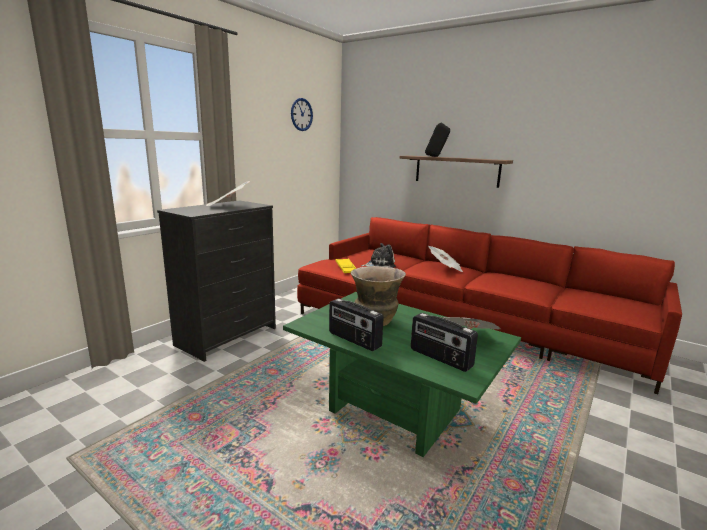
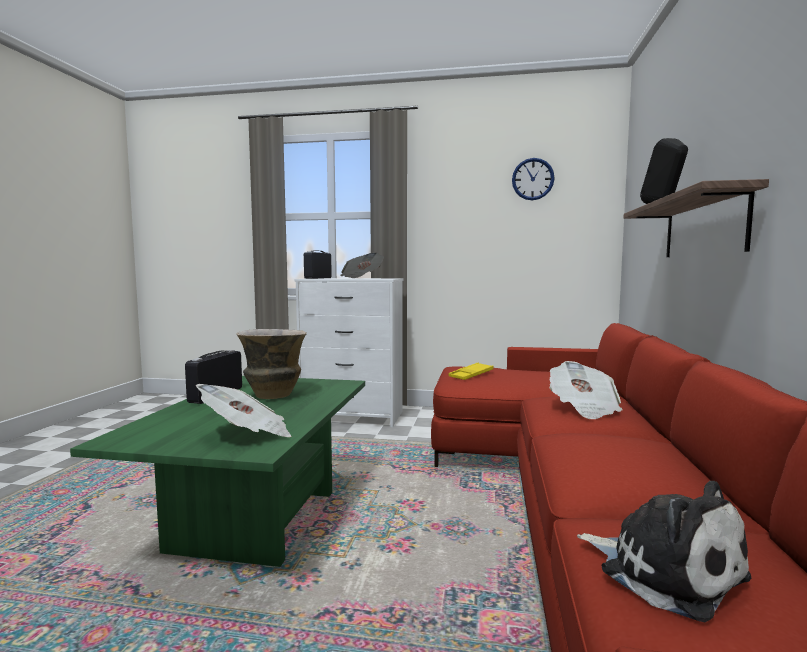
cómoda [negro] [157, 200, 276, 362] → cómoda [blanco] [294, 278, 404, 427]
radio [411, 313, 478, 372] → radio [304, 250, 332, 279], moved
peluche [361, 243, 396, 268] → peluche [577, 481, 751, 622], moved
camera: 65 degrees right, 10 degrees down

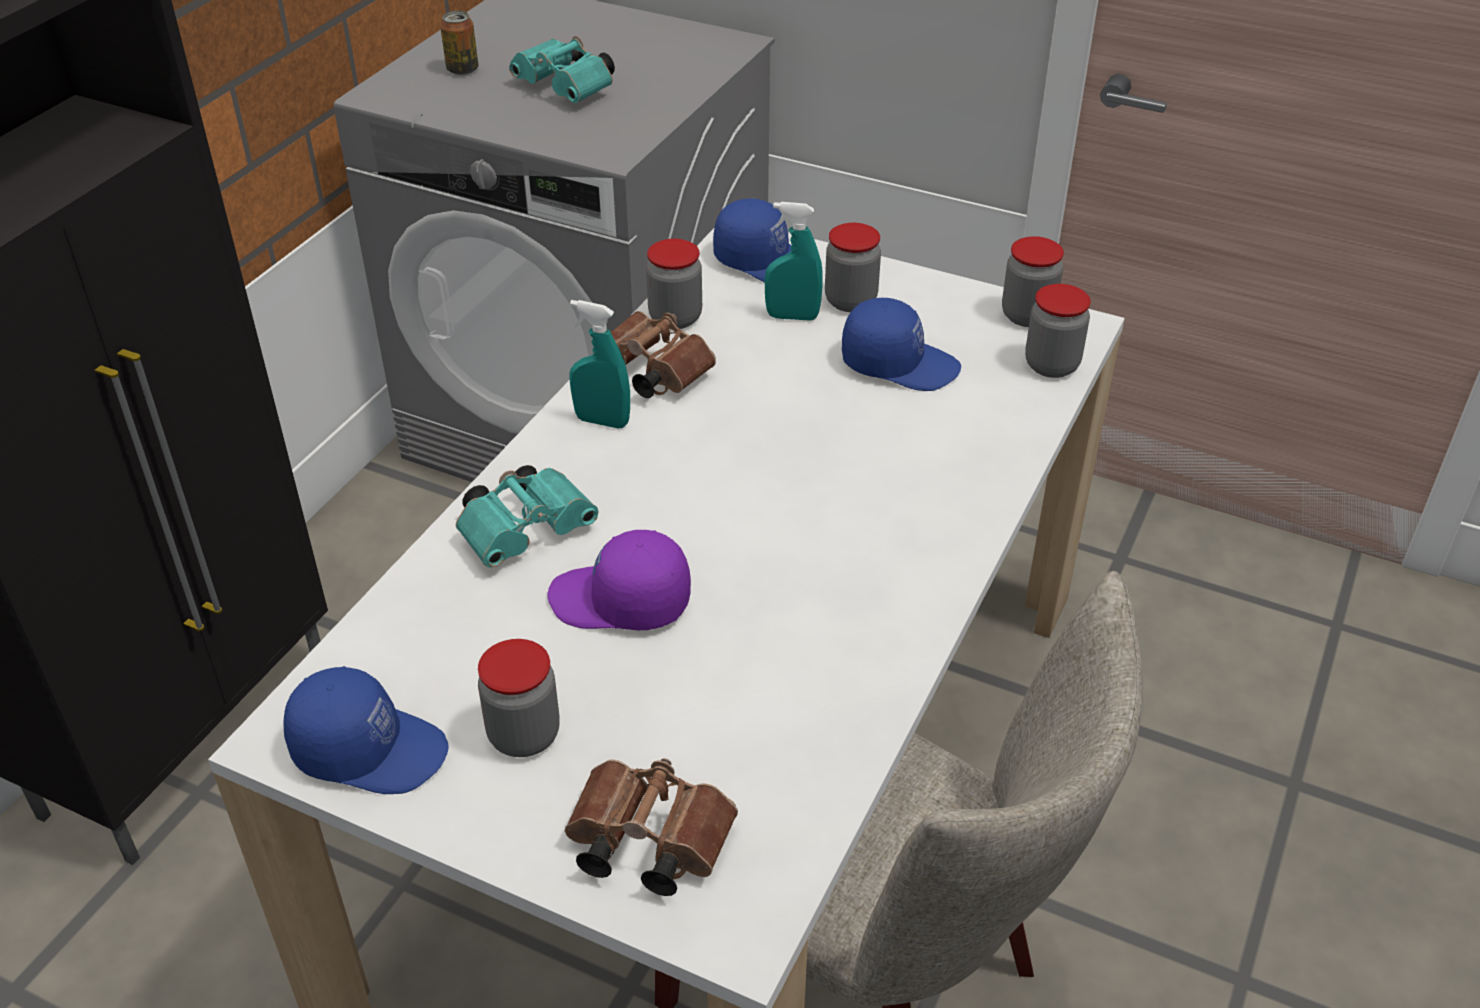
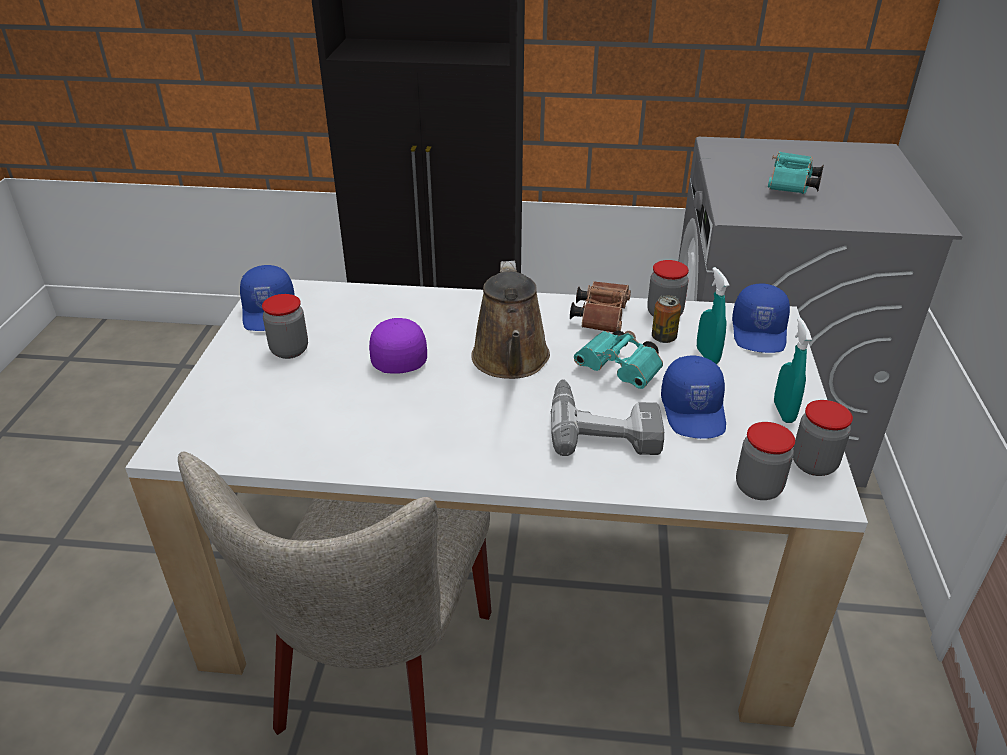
- → regadera [marrón] [471, 261, 550, 379]
- → taladro [551, 379, 664, 456]
prismáticos [turquesa] [456, 465, 599, 568] → prismáticos [turquesa] [574, 330, 663, 389], moved
lata [440, 11, 478, 75] → lata [652, 295, 681, 343], moved
pulverizador [turquesa] [569, 300, 630, 429] → pulverizador [turquesa] [774, 318, 812, 423], moved
prismáticos [marrón] [565, 758, 738, 896] → -
tarro [825, 223, 881, 312] → -
camera: 70 degrees right, 5 degrees down

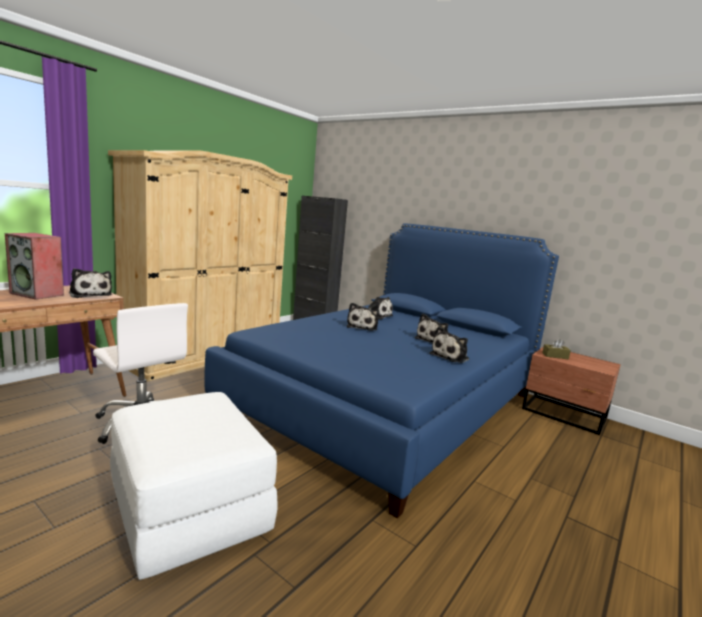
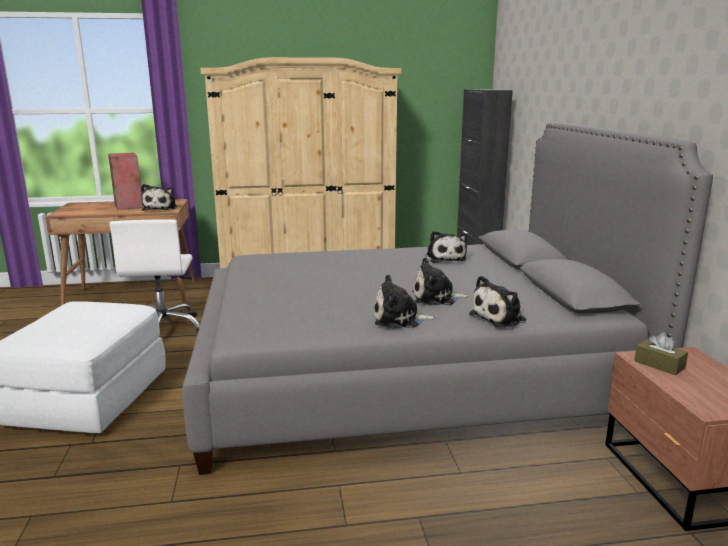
cama [azul] [205, 224, 559, 519] → cama [gris] [182, 122, 713, 475]
peluche [347, 303, 379, 331] → peluche [469, 276, 526, 328], moved
camera: 45 degrees right, 5 degrees up

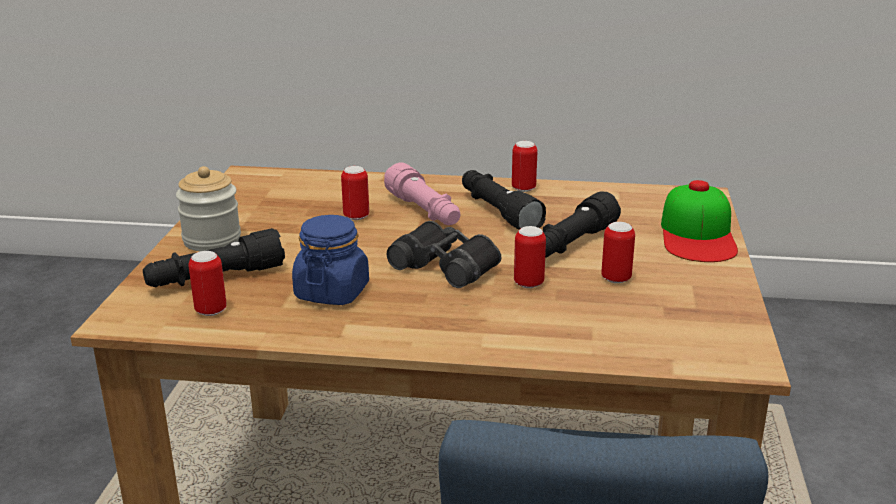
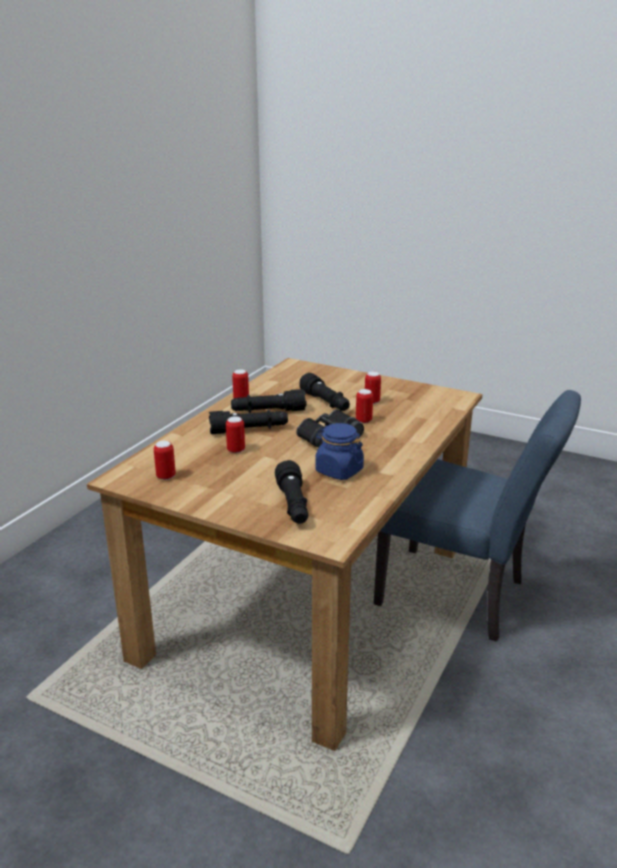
lata [188, 251, 227, 316] → lata [154, 441, 176, 480], moved
linterna [rosa] [384, 162, 460, 225] → linterna [negro] [209, 409, 288, 434]
tarro [176, 166, 241, 251] → -
gorra [661, 180, 738, 262] → -
camera: 70 degrees left, 0 degrees up

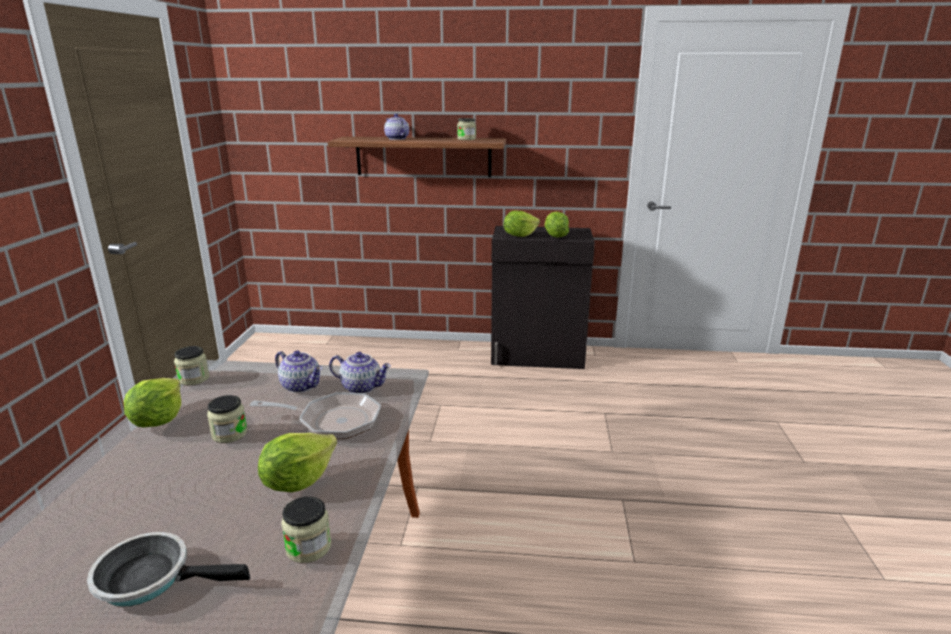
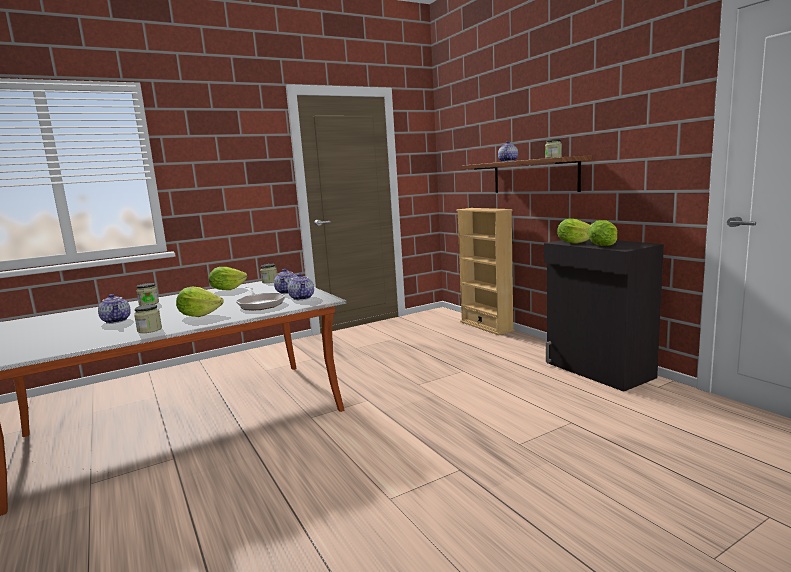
sartén [87, 532, 250, 607] → tetera [98, 294, 131, 324]
tarro [207, 395, 248, 443] → tarro [136, 283, 159, 306], moved
- → estantería [beis] [456, 208, 514, 335]
camera: 55 degrees right, 10 degrees down

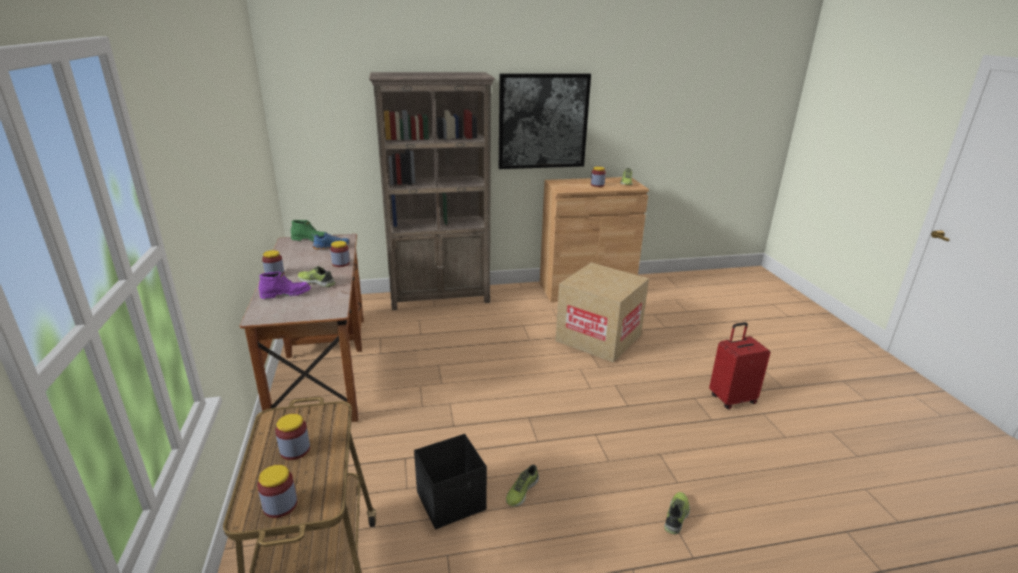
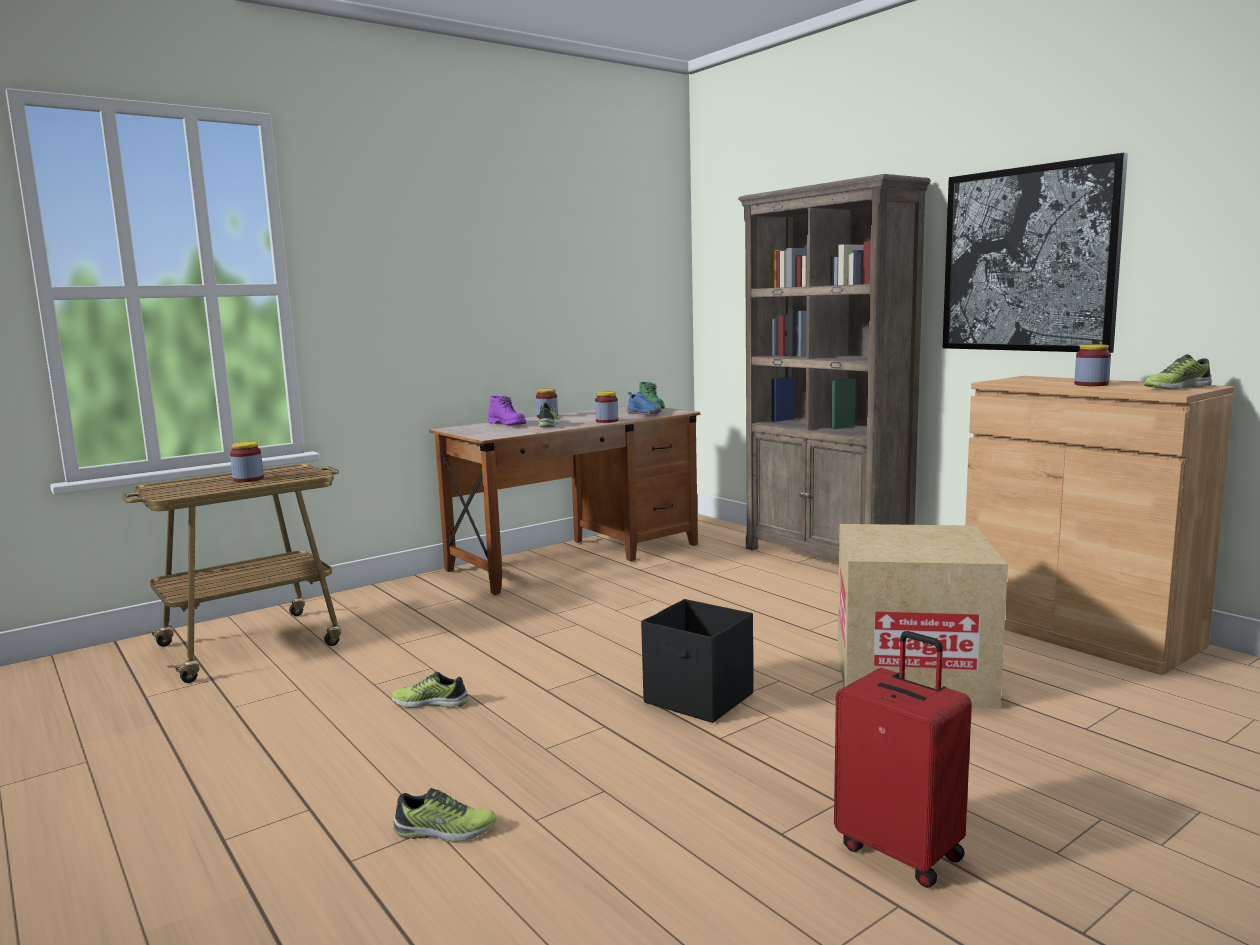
caja de almacenaje [negro] [414, 434, 487, 529] → caja de almacenaje [negro] [641, 599, 753, 723], moved
tarro [257, 465, 297, 518] → -
camera: 65 degrees right, 15 degrees down

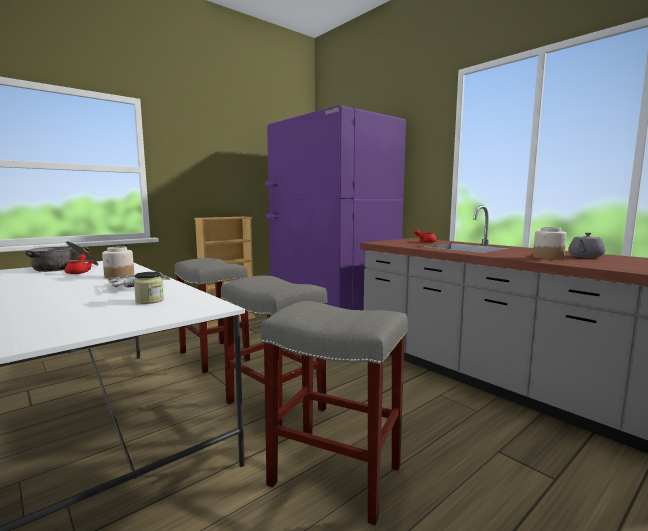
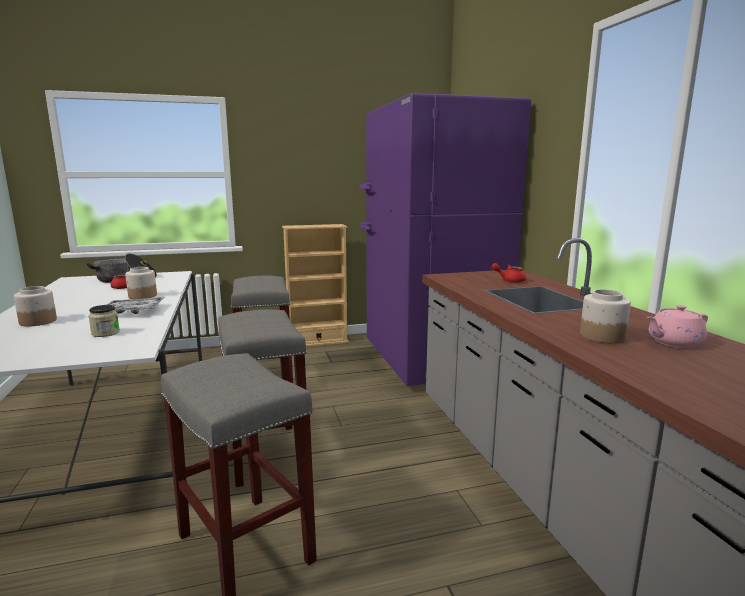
- → tarro [14, 286, 57, 327]
tetera [gris] [568, 233, 605, 258] → tetera [rosa] [647, 305, 708, 348]
camera: 25 degrees right, 5 degrees up

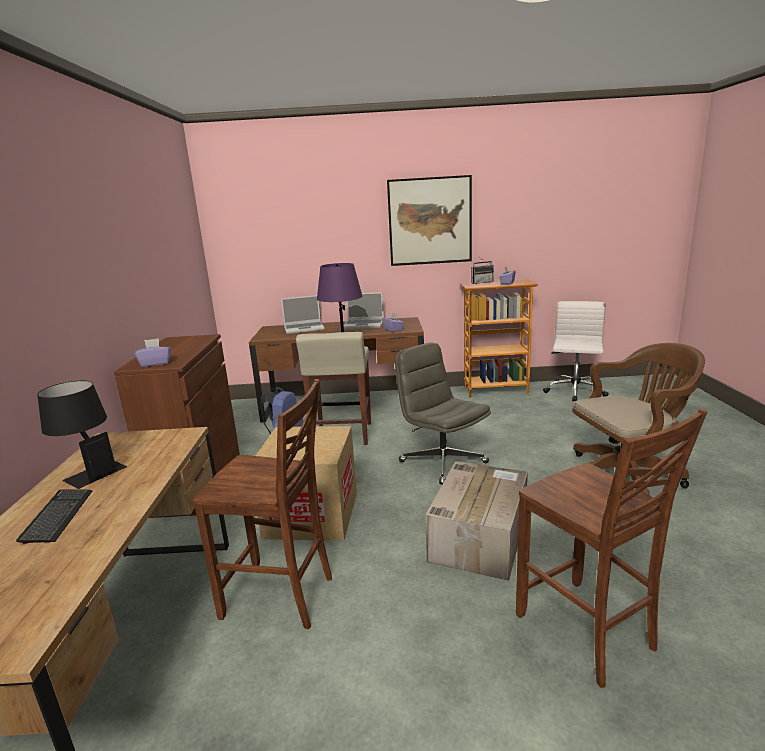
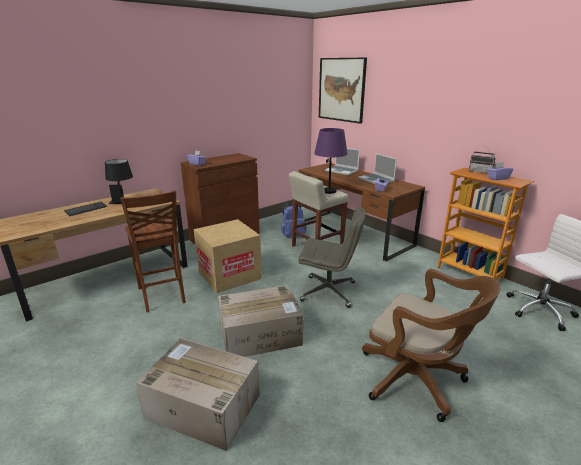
silla [marrón] [516, 409, 708, 688] → caja de cartón [136, 338, 260, 451]
silla de oficina [gris] [395, 343, 491, 485] → silla de oficina [gris] [298, 208, 365, 308], 90 degrees clockwise
cuadro [387, 175, 472, 266] → cuadro [319, 58, 367, 124], moved
camera: 50 degrees right, 5 degrees up

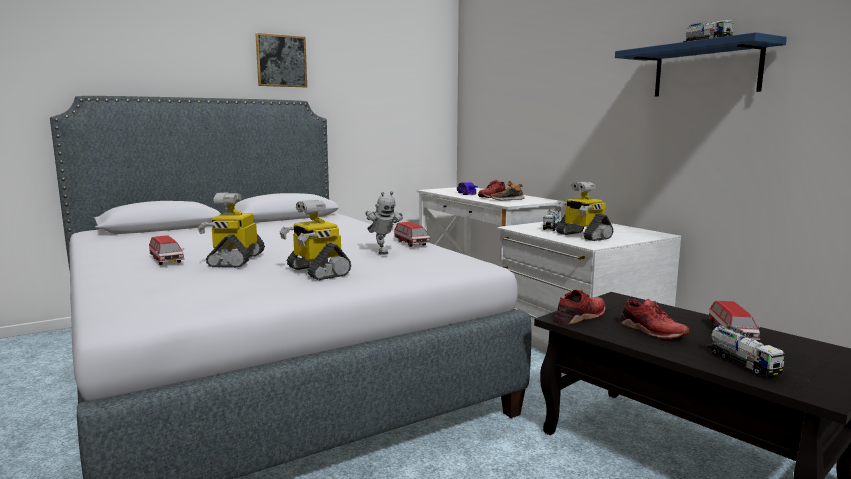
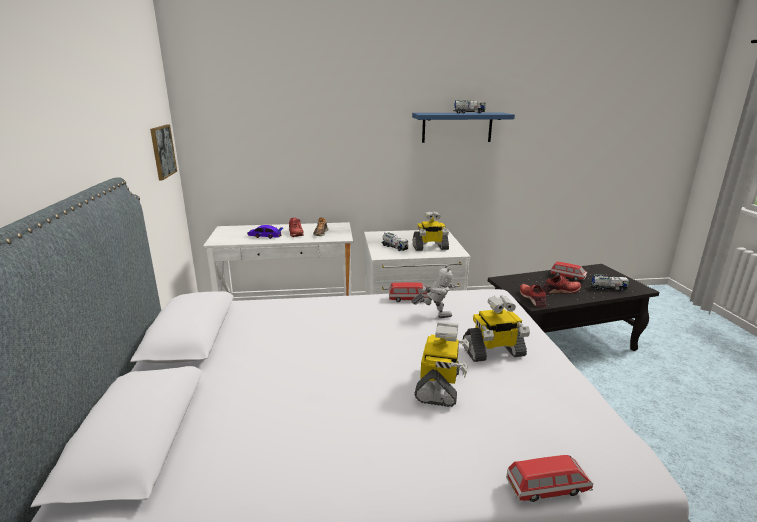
cuadro [255, 33, 307, 87] → cuadro [150, 124, 177, 180], moved
robot de juguete [198, 193, 265, 268] → robot de juguete [414, 322, 469, 407], 105 degrees counterclockwise
coche de juguete [149, 235, 185, 265] → coche de juguete [506, 455, 593, 502], moved
camera: 65 degrees left, 10 degrees up

